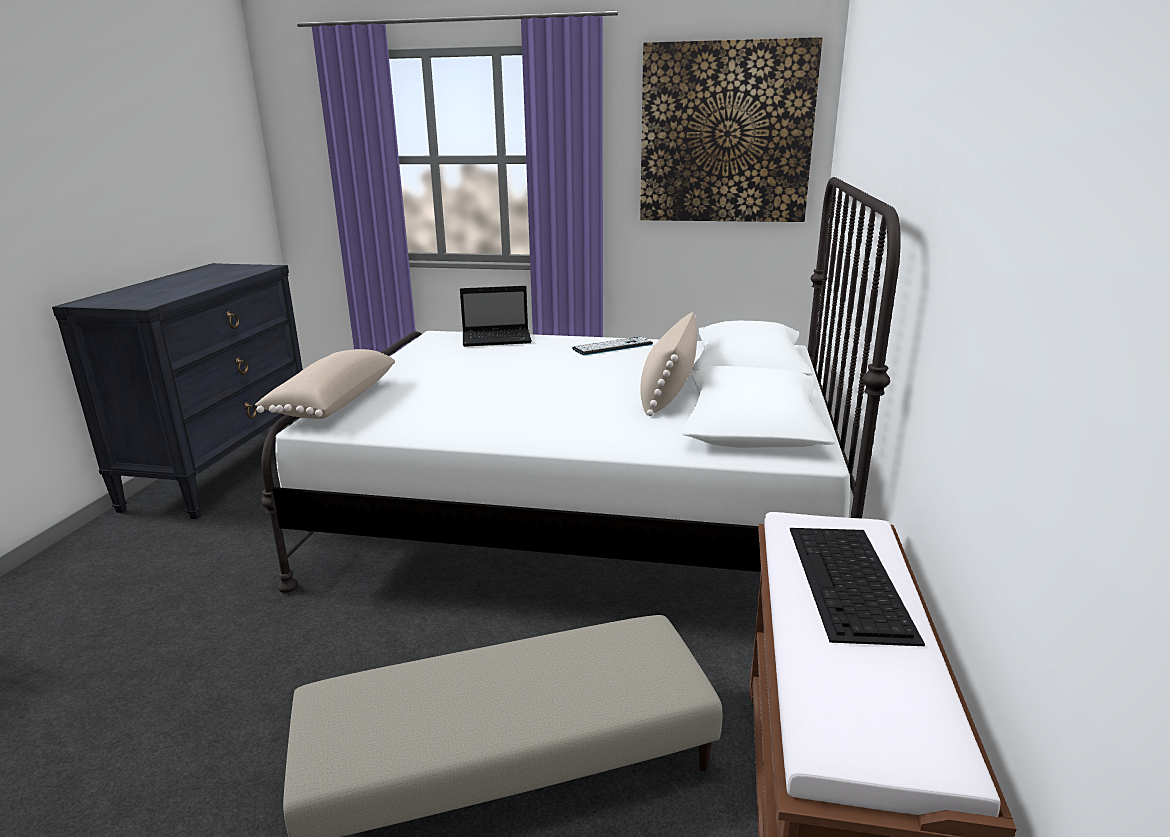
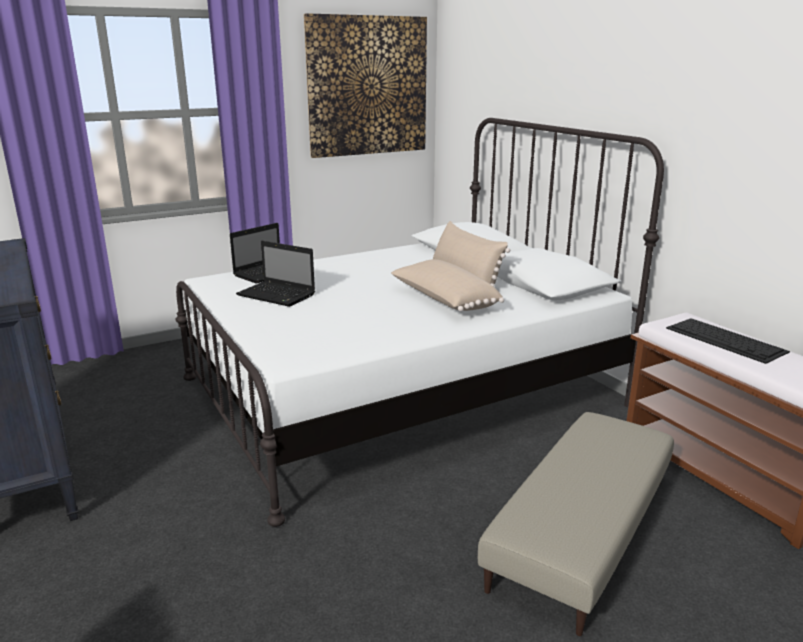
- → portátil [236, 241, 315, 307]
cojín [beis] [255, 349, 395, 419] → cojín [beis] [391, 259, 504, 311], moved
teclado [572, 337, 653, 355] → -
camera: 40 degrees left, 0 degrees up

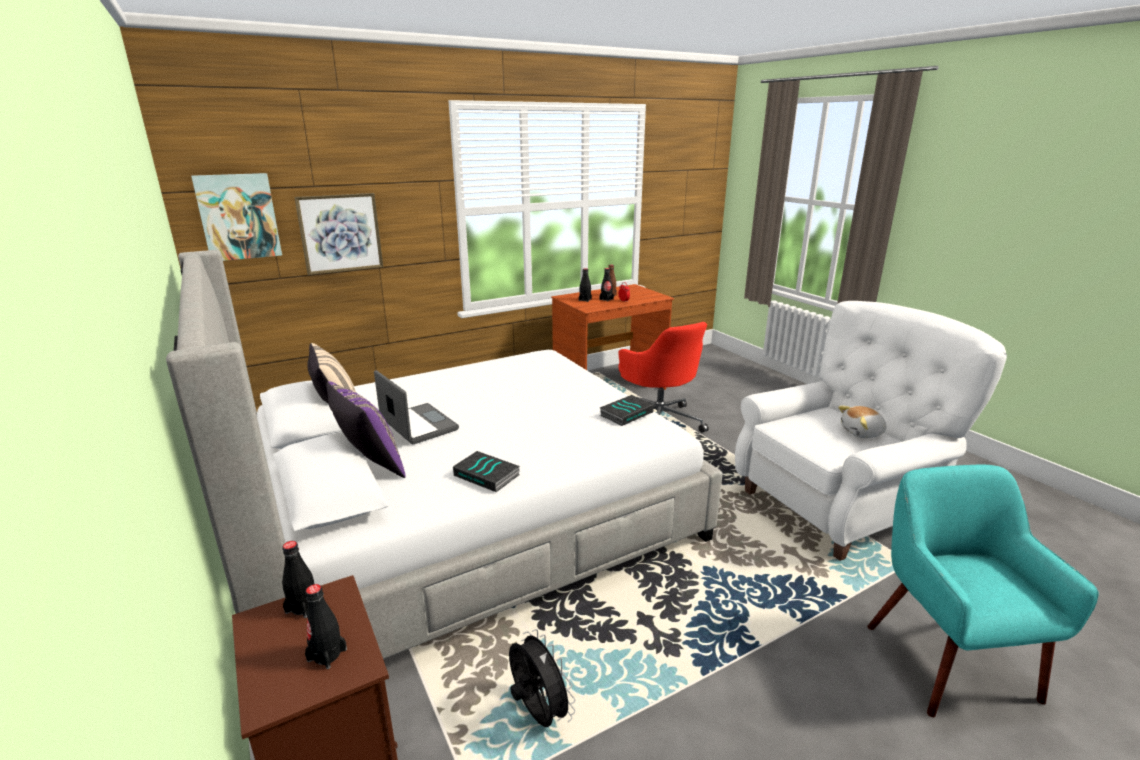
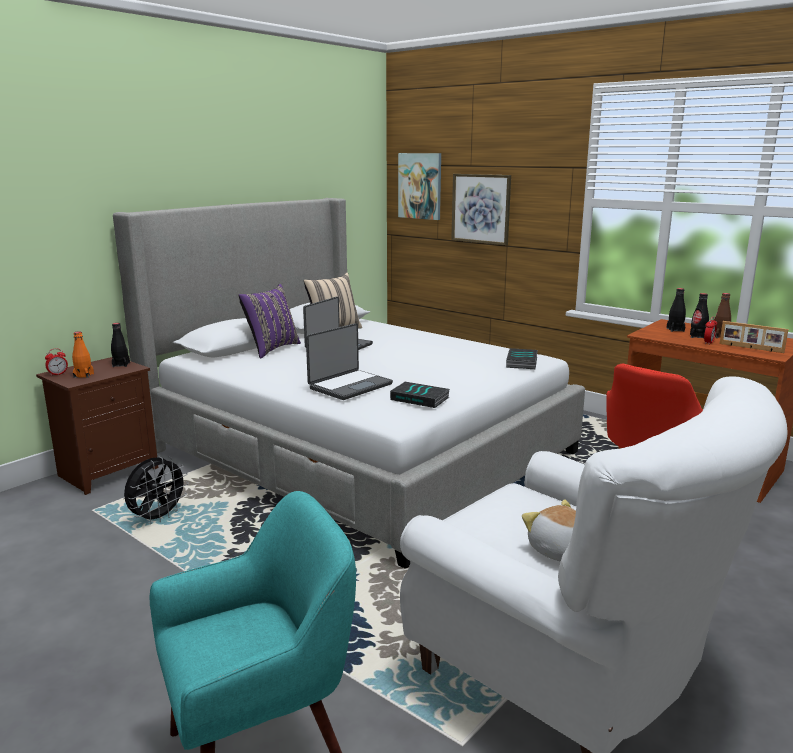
- → despertador [45, 348, 68, 376]
botella [negro] [305, 584, 347, 669] → botella [naranja] [72, 331, 94, 378]
- → portátil [306, 323, 393, 400]
libro [453, 451, 520, 492] → libro [506, 348, 538, 369], moved
- → portarretratos [719, 321, 788, 353]
camera: 70 degrees right, 5 degrees down

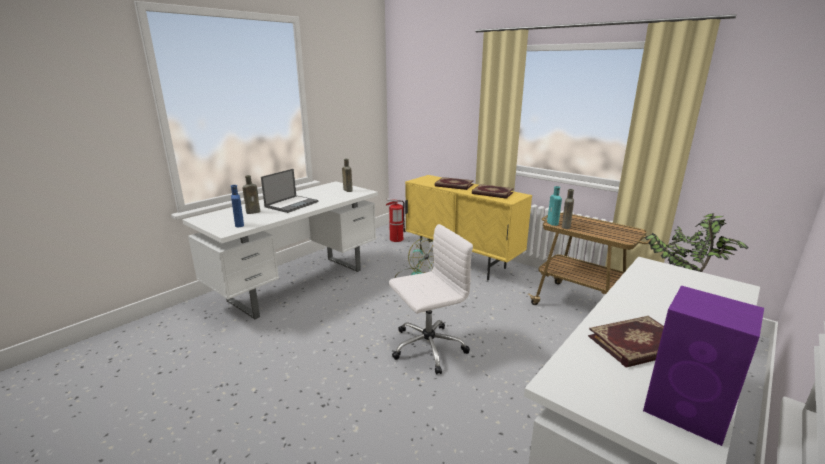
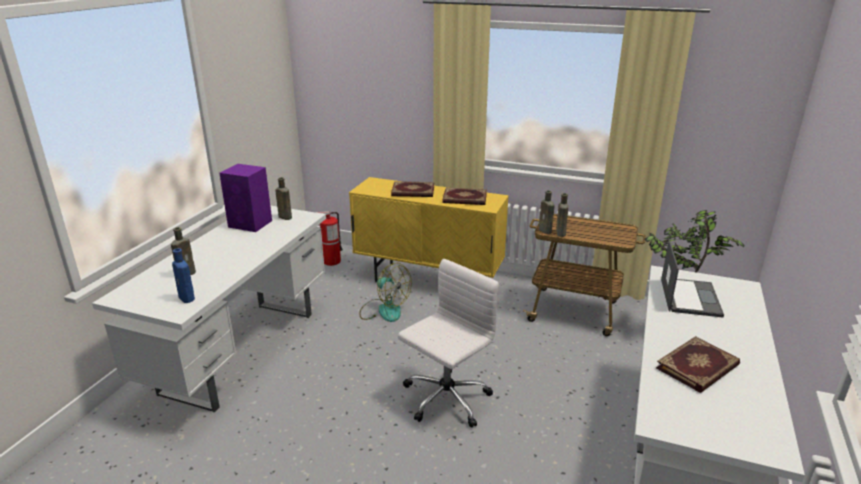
altavoz [morado] [643, 286, 764, 446] → altavoz [morado] [219, 164, 272, 232], moved
botella [turquesa] [547, 186, 562, 226] → botella [marrón] [539, 191, 555, 234]
portátil [261, 169, 318, 213] → portátil [661, 240, 724, 317], moved
camera: 20 degrees left, 5 degrees up

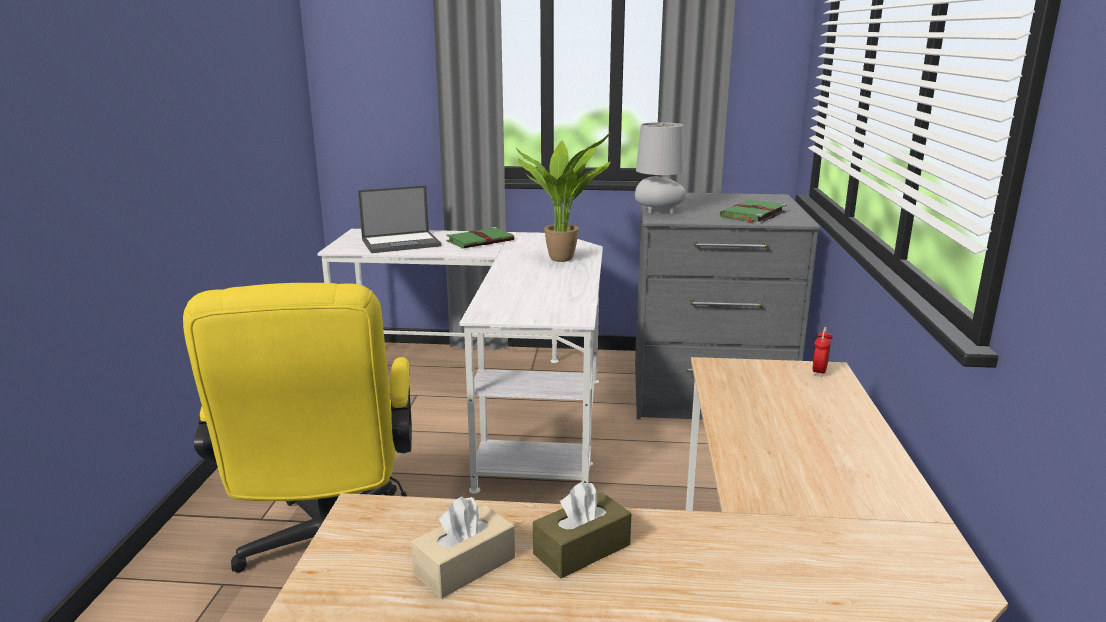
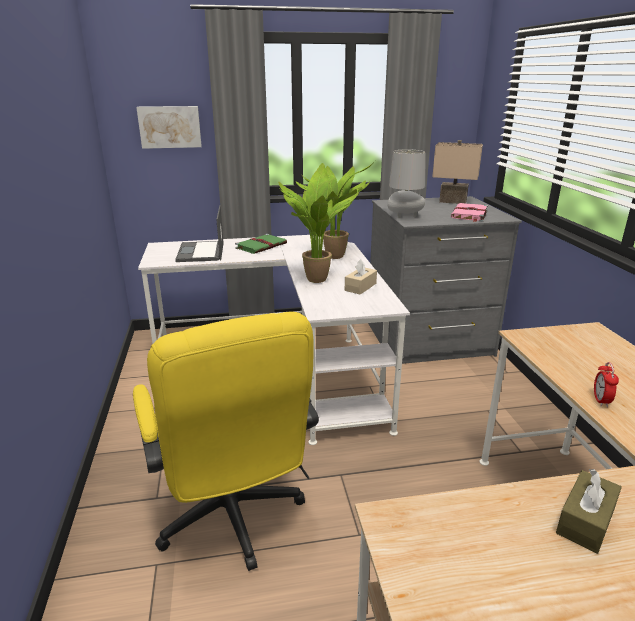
- → cuadro [136, 106, 202, 149]
portátil [358, 185, 442, 253] → portátil [175, 205, 224, 262], 120 degrees clockwise
- → planta en maceta [278, 163, 359, 283]
caja de pañuelos [beis] [411, 496, 515, 599] → caja de pañuelos [beis] [345, 259, 377, 295], moved
- → lámpara de mesa [beis] [432, 140, 483, 204]
libro [verde] [720, 200, 787, 224] → libro [rosa] [451, 203, 488, 222]
despertador [813, 327, 833, 377] → despertador [594, 362, 619, 407], moved
camera: 15 degrees left, 5 degrees up

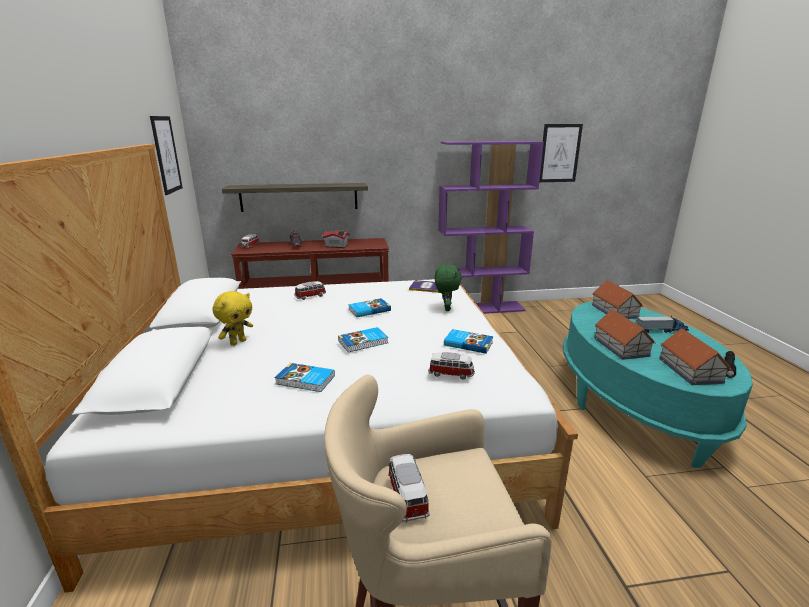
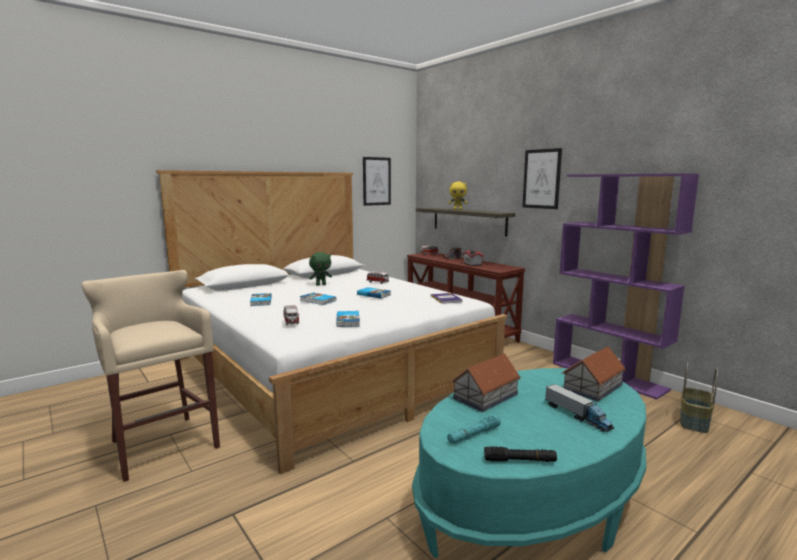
peluche [verde] [434, 264, 462, 311] → peluche [verde] [309, 252, 332, 286], moved
casita [659, 328, 731, 385] → linterna [turquesa] [447, 415, 501, 444]
peluche [amarillo] [213, 291, 253, 346] → peluche [amarillo] [448, 182, 468, 210], moved
cuadro [539, 124, 583, 182] → cuadro [522, 148, 562, 209], moved
- → cesta [680, 363, 718, 433]
coche de juguete [388, 454, 430, 522] → -
camera: 60 degrees right, 10 degrees down

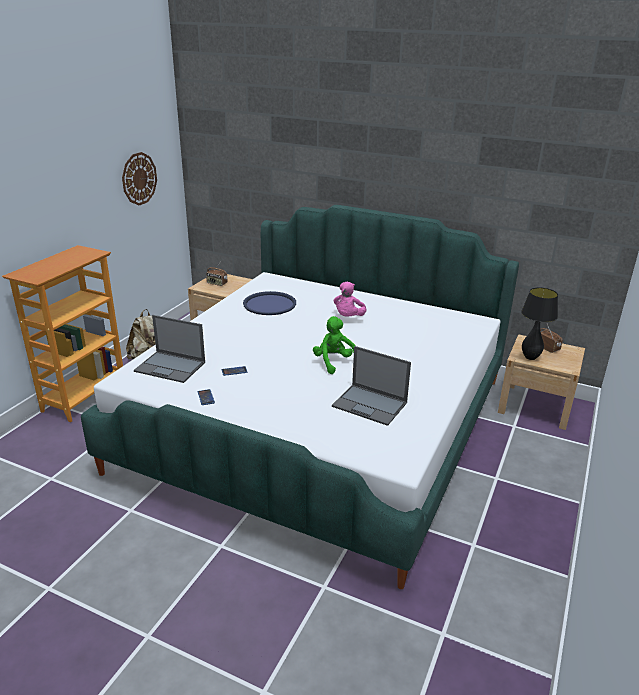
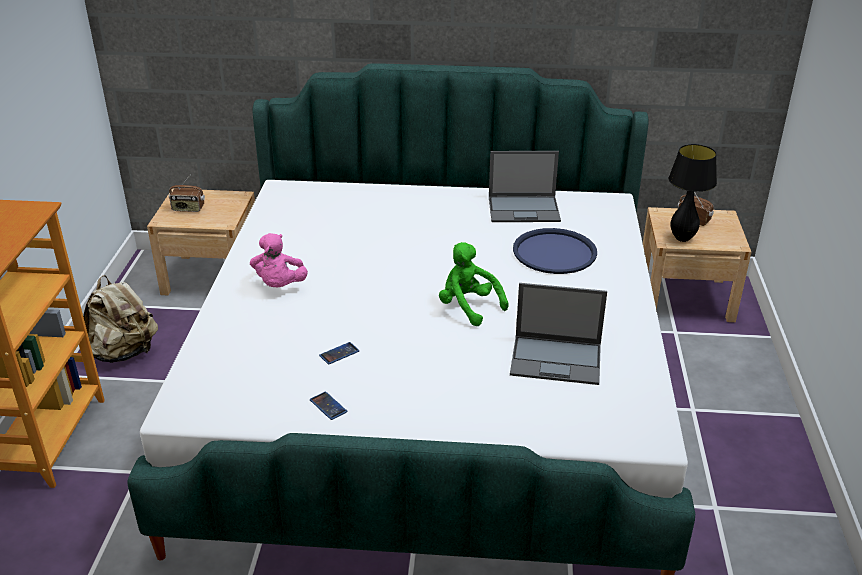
peluche [rosa] [334, 282, 367, 317] → peluche [rosa] [250, 233, 308, 287], moved
portátil [134, 315, 205, 383] → portátil [489, 151, 561, 222], moved
bandeja [azul] [243, 291, 296, 315] → bandeja [azul] [513, 228, 597, 274], moved
reloj de pared [122, 152, 157, 206] → -
camera: 20 degrees left, 5 degrees up

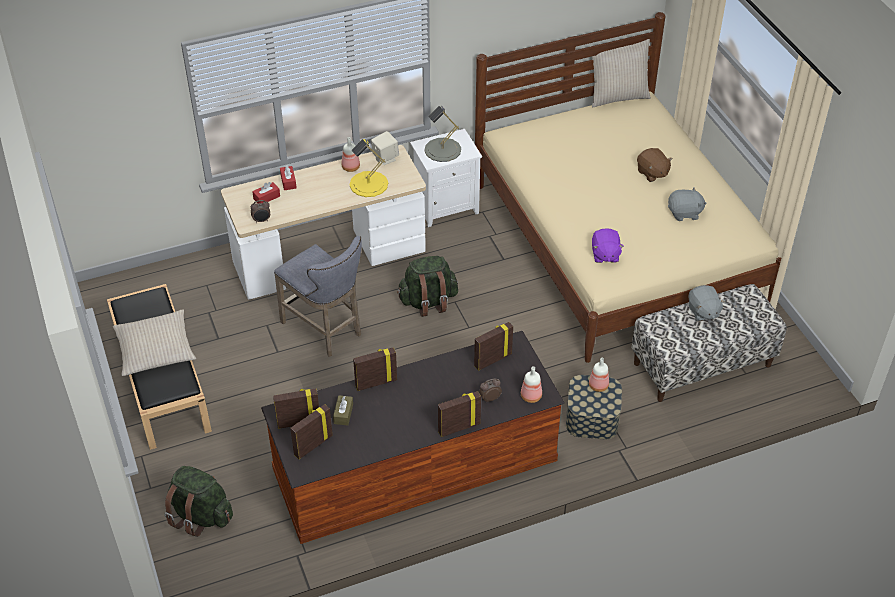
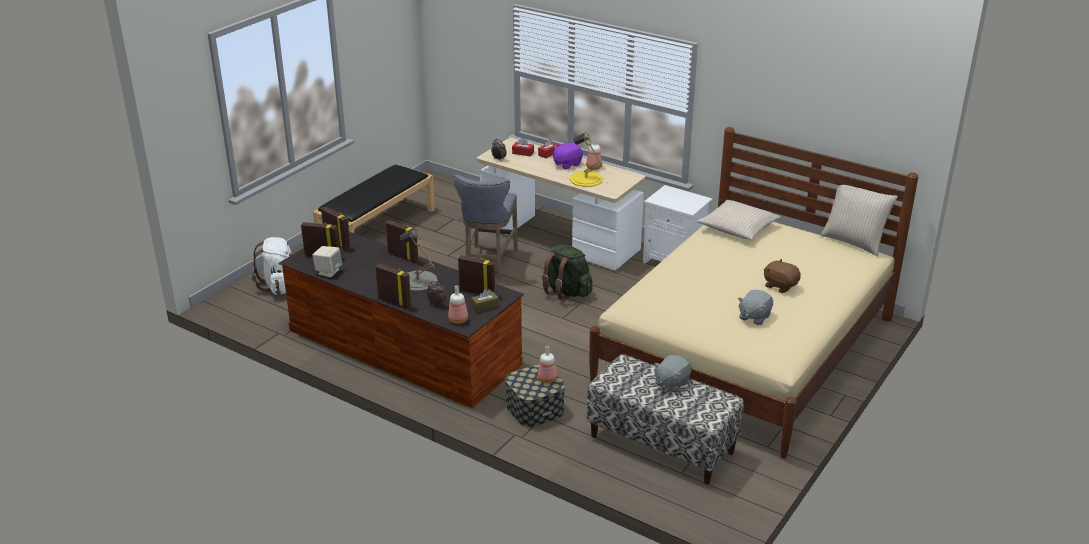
mochila [verde] [165, 466, 233, 537] → mochila [blanco] [252, 237, 293, 295]
altavoz [beis] [371, 131, 399, 165] → altavoz [beis] [312, 246, 342, 277], moved
lámpara de mesa [gris] [424, 106, 461, 162] → lámpara de mesa [gris] [400, 230, 438, 291], moved
caja de pañuelos [marrón] [333, 395, 353, 425] → caja de pañuelos [marrón] [471, 289, 499, 312], moved
peluche [morado] [592, 228, 624, 263] → peluche [morado] [553, 142, 583, 169], moved
cojín [beis] [113, 309, 196, 376] → cojín [beis] [697, 200, 781, 240], moved
peluche [gris] [668, 187, 707, 221] → peluche [gris] [738, 290, 773, 325], 75 degrees clockwise
peluche [marrón] [637, 148, 673, 182] → peluche [marrón] [764, 259, 801, 293], 105 degrees clockwise
camera: 55 degrees right, 15 degrees down

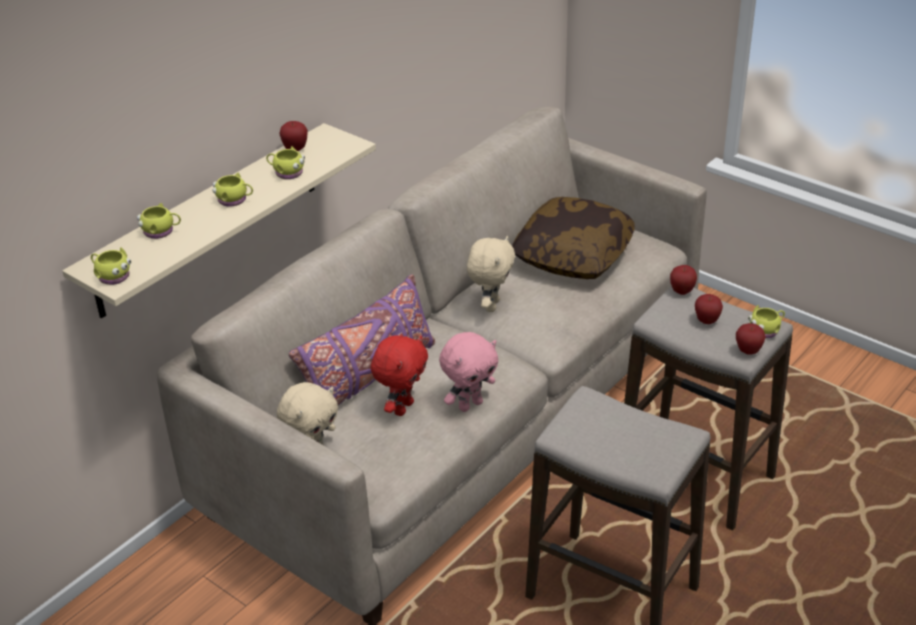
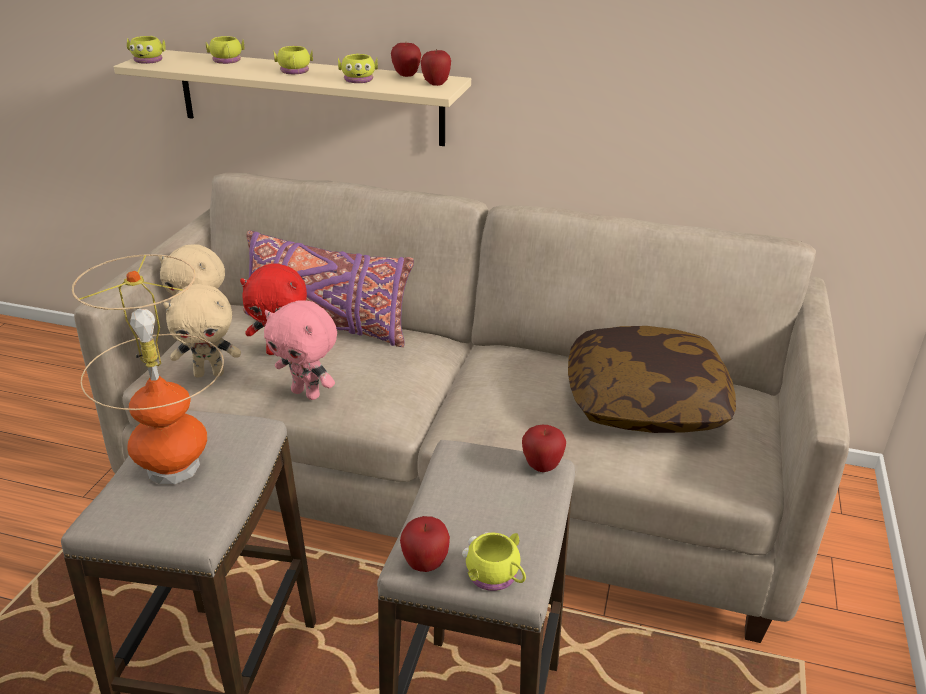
- → lámpara de mesa [72, 254, 224, 485]
peluche [beis] [467, 236, 515, 312] → peluche [beis] [163, 284, 241, 378], moved
manzana [695, 294, 723, 324] → manzana [421, 49, 451, 86], moved
camera: 65 degrees right, 5 degrees down

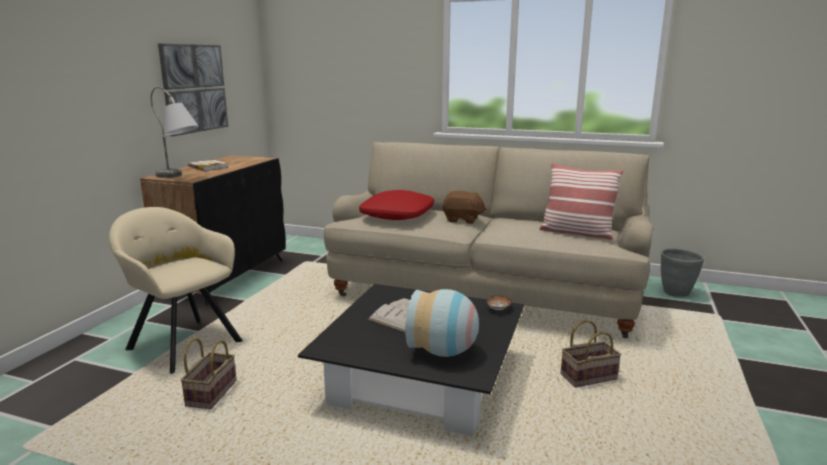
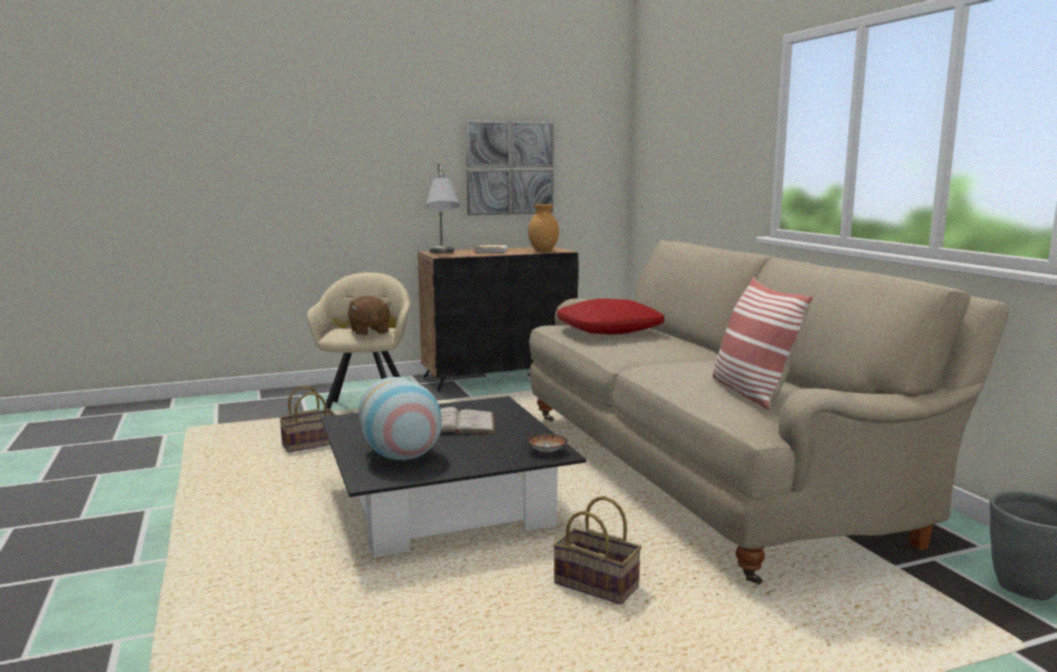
peluche [marrón] [443, 191, 487, 224] → peluche [marrón] [348, 296, 392, 336], moved
- → florero [marrón] [528, 204, 559, 252]
camera: 50 degrees right, 5 degrees down

